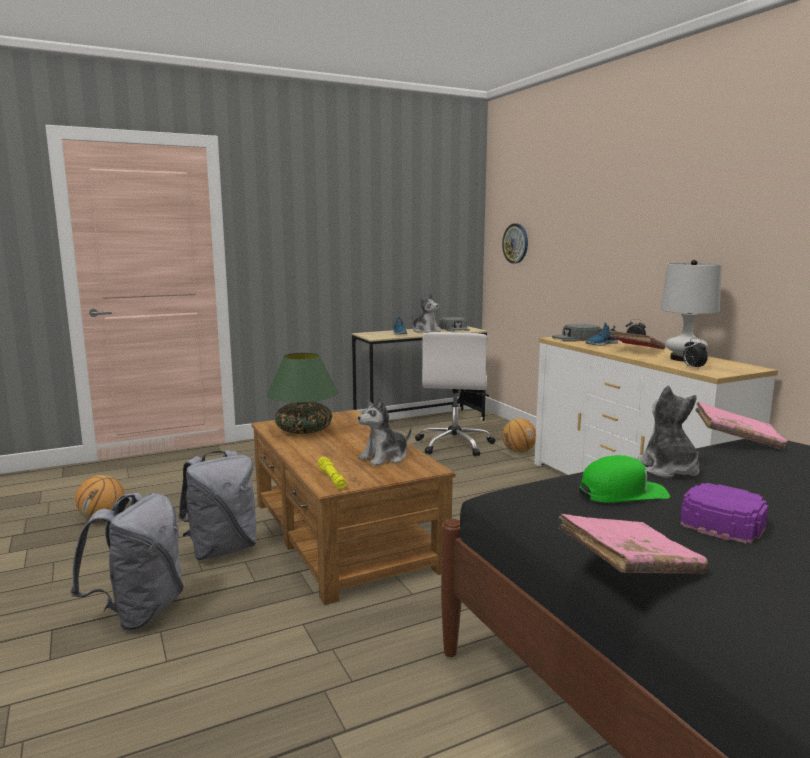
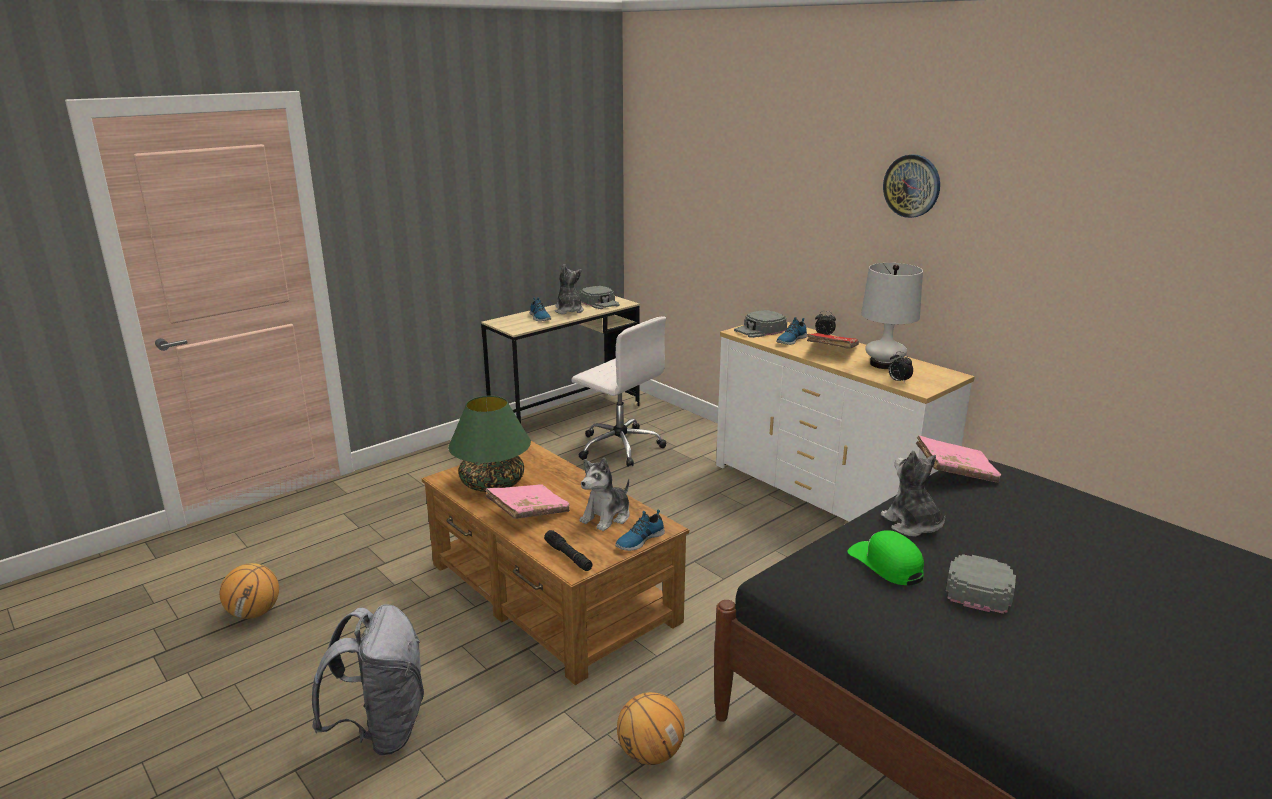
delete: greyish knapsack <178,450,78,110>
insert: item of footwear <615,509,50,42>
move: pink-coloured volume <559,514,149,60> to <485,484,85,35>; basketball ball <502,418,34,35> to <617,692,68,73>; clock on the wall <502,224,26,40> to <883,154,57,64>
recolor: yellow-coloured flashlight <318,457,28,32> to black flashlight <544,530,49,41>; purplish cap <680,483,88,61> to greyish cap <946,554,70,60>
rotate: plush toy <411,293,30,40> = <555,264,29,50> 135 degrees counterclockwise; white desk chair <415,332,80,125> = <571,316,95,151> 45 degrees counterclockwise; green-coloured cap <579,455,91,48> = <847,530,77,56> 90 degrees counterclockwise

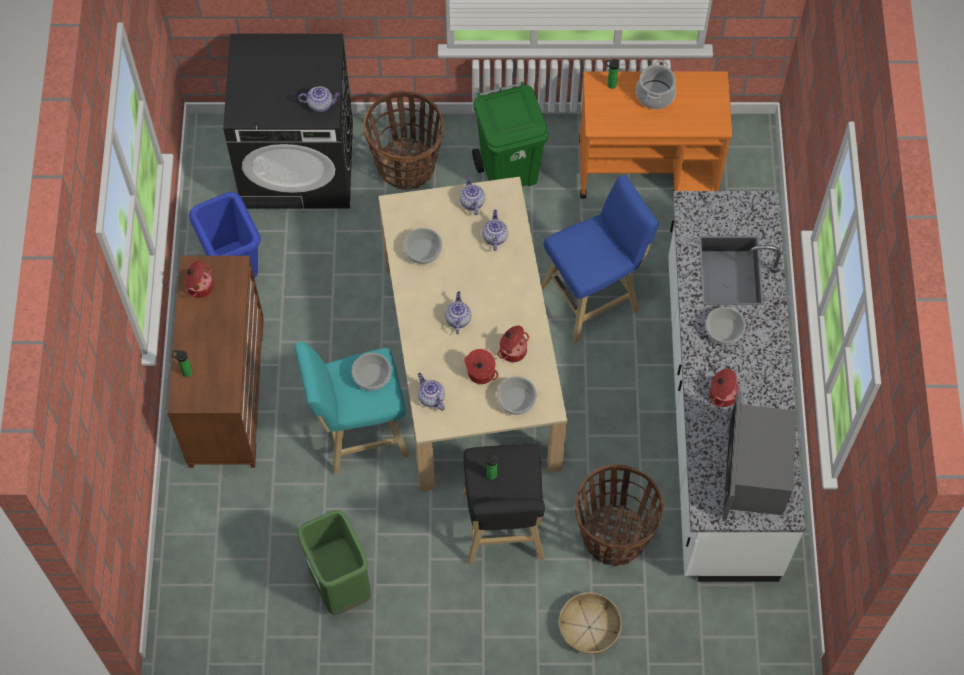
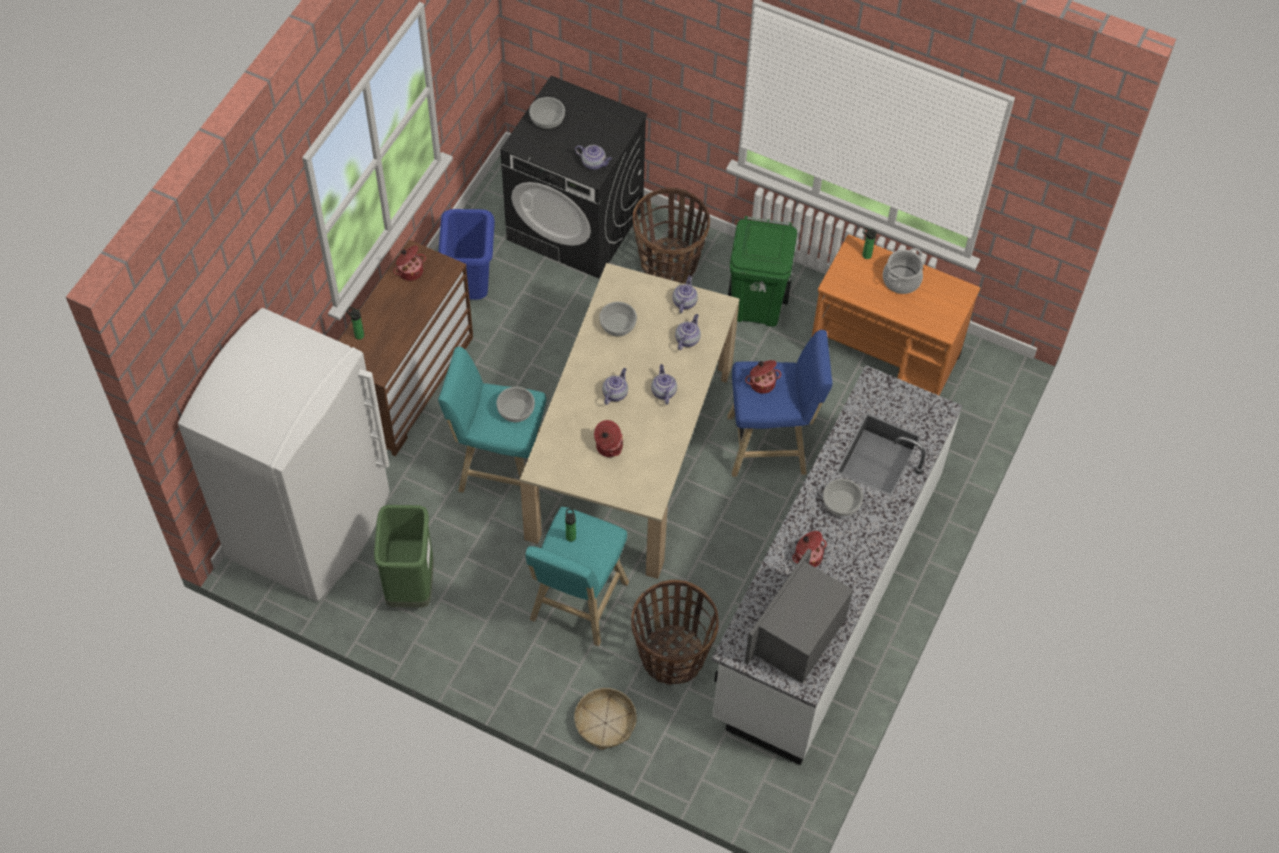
insert: white refrigerator <178,308,212,293>
move: deep dish <497,376,40,39> to <529,97,36,33>; pot for tea <418,373,27,38> to <651,364,26,41>; cooking pot <497,326,32,36> to <745,360,36,34>
recolor: black stool seat <463,444,82,120> to blue-green stool seat <525,507,104,140>

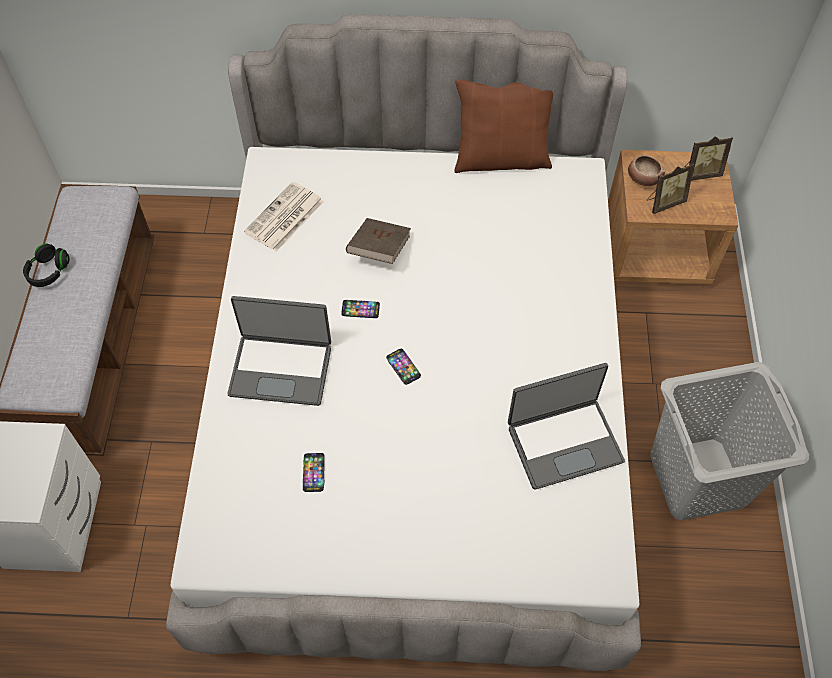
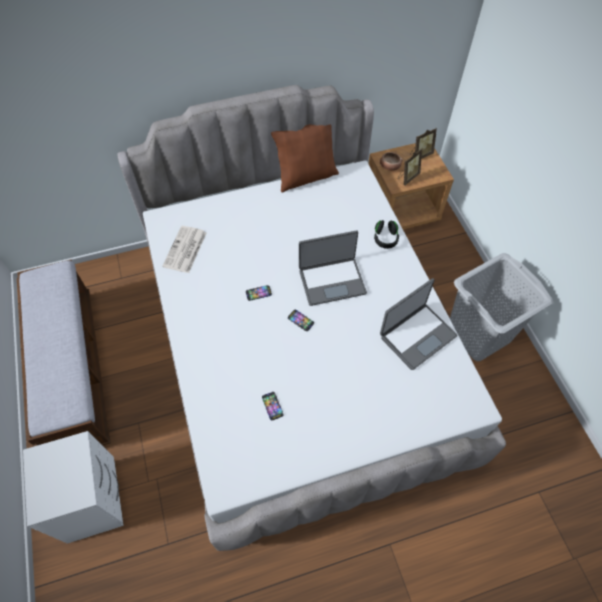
delete: brown-coloured volume <346,218,65,46>
move: portable computer <227,296,104,110> to <299,230,68,76>; black pair of headphones <23,244,46,43> to <374,220,25,29>

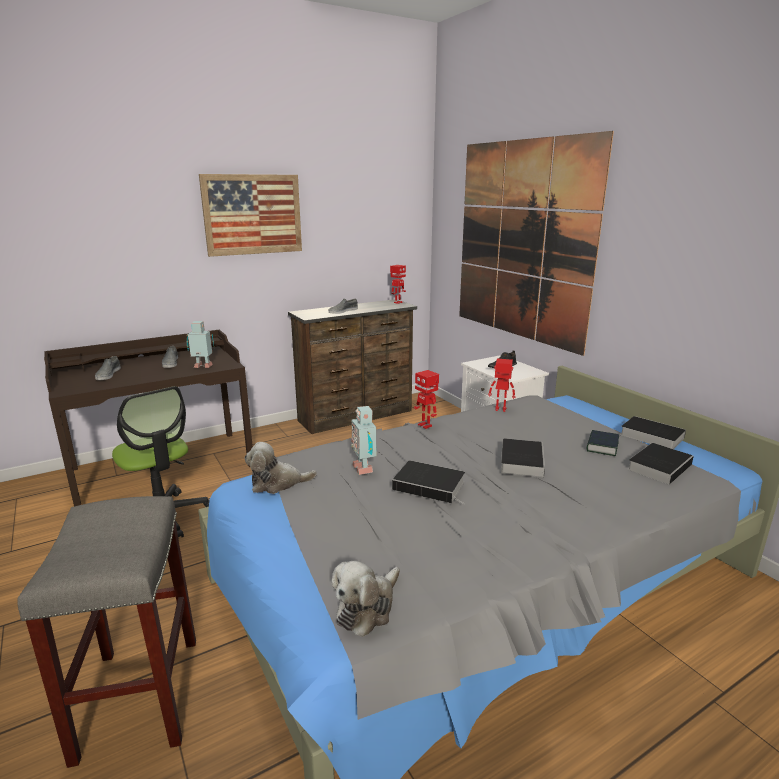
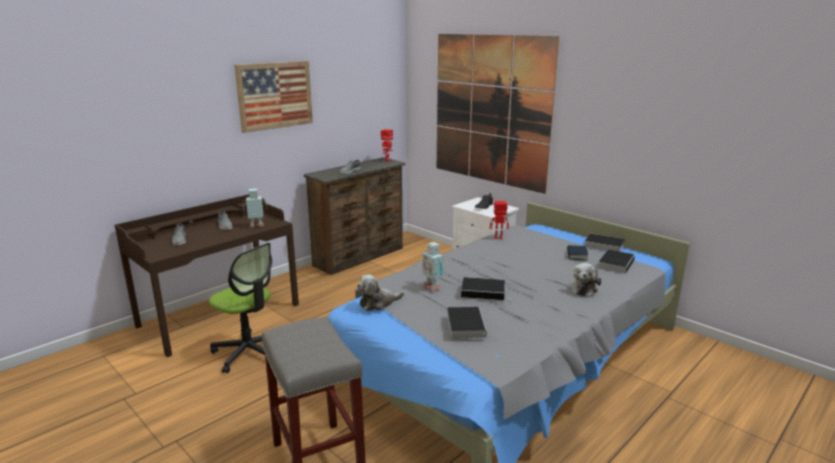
delete: toy robot <414,370,25,59>
move: volume <500,438,45,40> to <447,307,40,32>; plush toy <331,561,69,76> to <568,263,33,34>

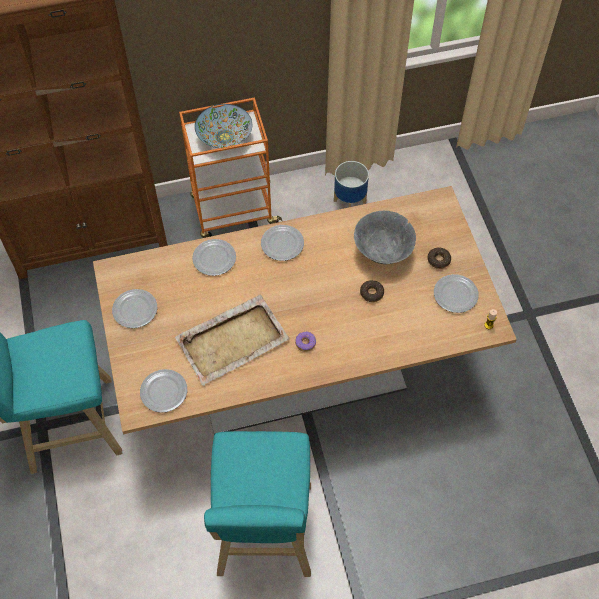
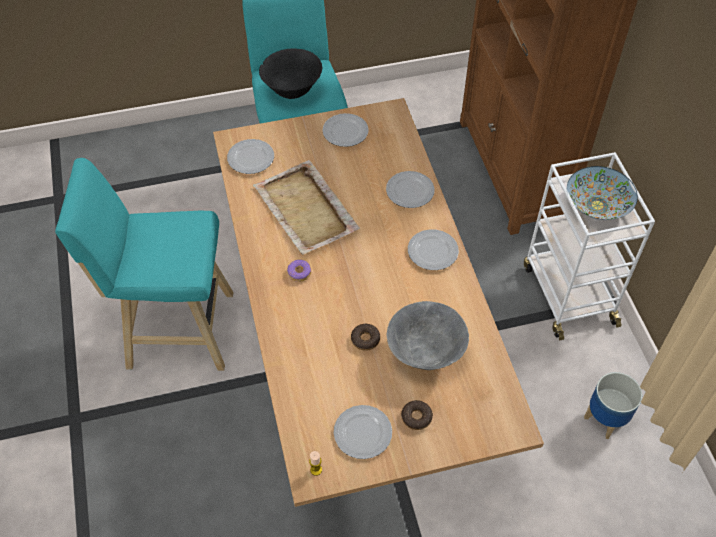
insert: black deep dish <259,48,63,51>
recolor: orangey trolley <179,97,103,141> to white trolley <524,152,131,188>

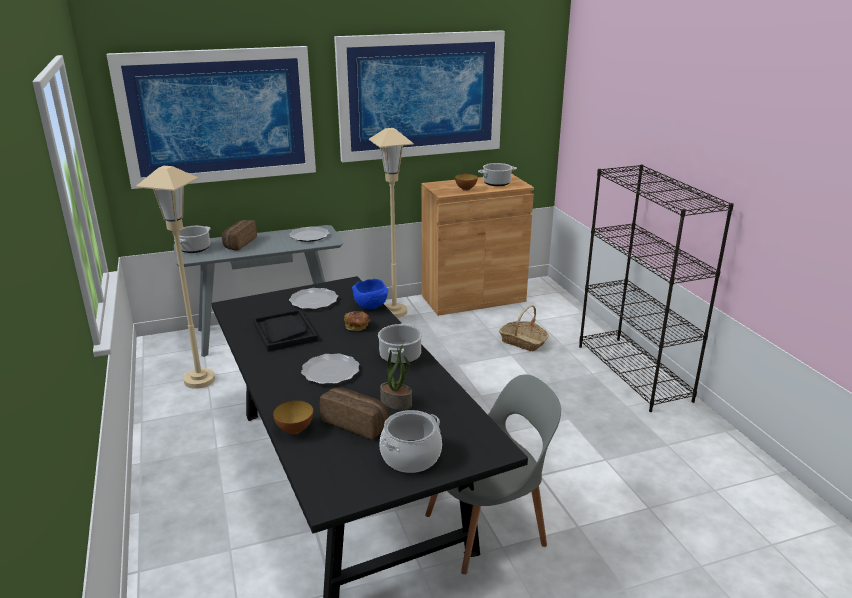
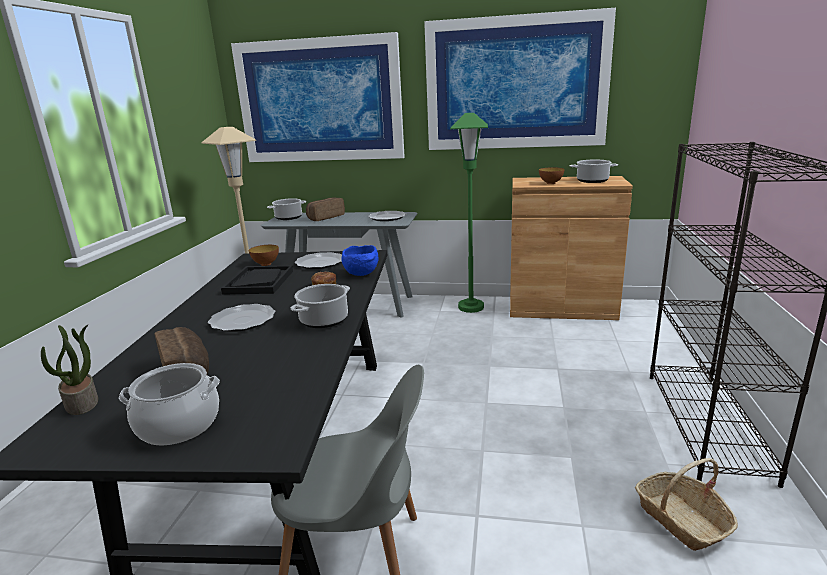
move: potted plant <380,345,32,65> to <41,325,57,90>; deep dish <273,400,40,34> to <249,245,30,21>; basket <499,305,50,47> to <635,458,103,93>
recolor: beige-coloured standard lamp <369,128,45,190> to green-coloured standard lamp <450,113,38,200>

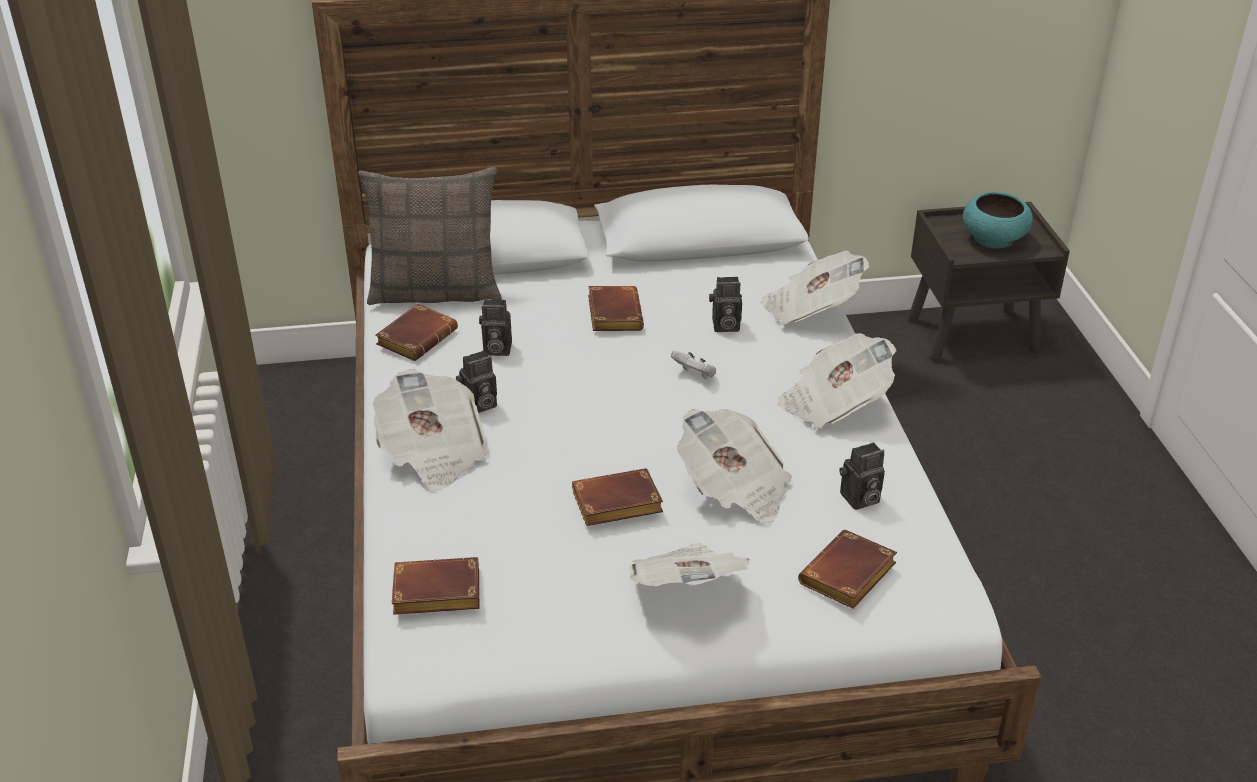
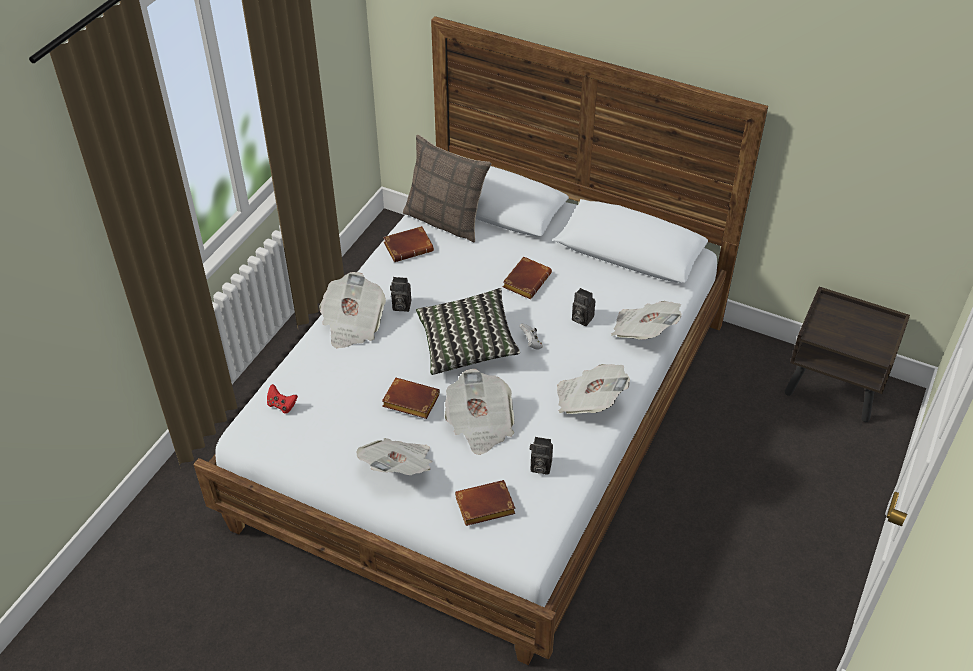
delete: photo camera <479,299,33,57>; blue-green deep dish <963,192,70,57>
insert: cushion <416,288,104,87>
replace: brown-coloured volume <392,557,87,58> to red-coloured game controller <267,384,31,29>

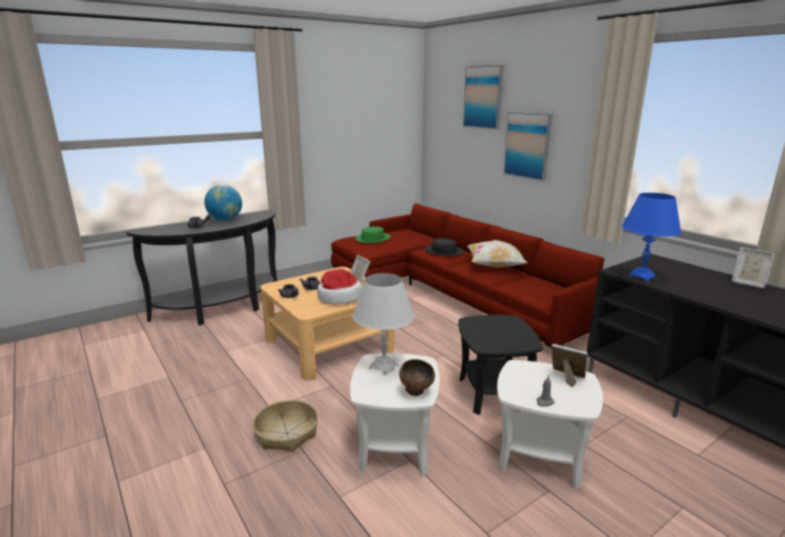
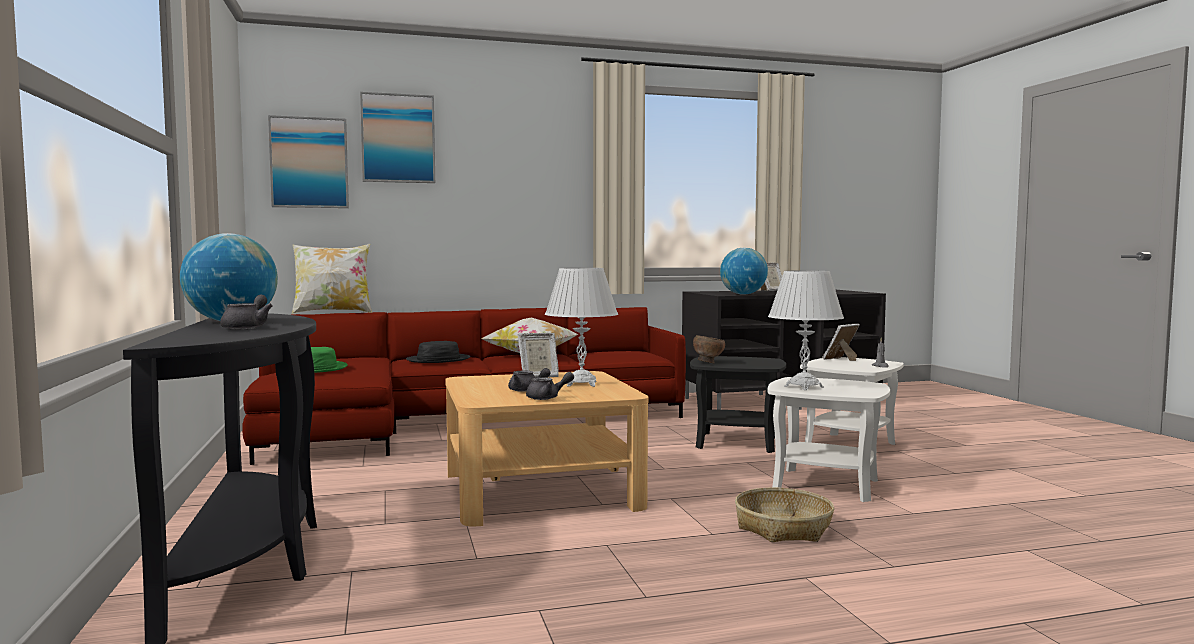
insert: cushion <292,244,80,70>
move: wall art <503,112,49,70> to <268,115,81,93>; brown-coloured deep dish <399,359,36,37> to <693,335,32,28>
replace: clothing hat <317,269,45,35> to white table lamp <545,268,73,119>; bluish table lamp <622,193,60,89> to desk globe <720,248,48,47>

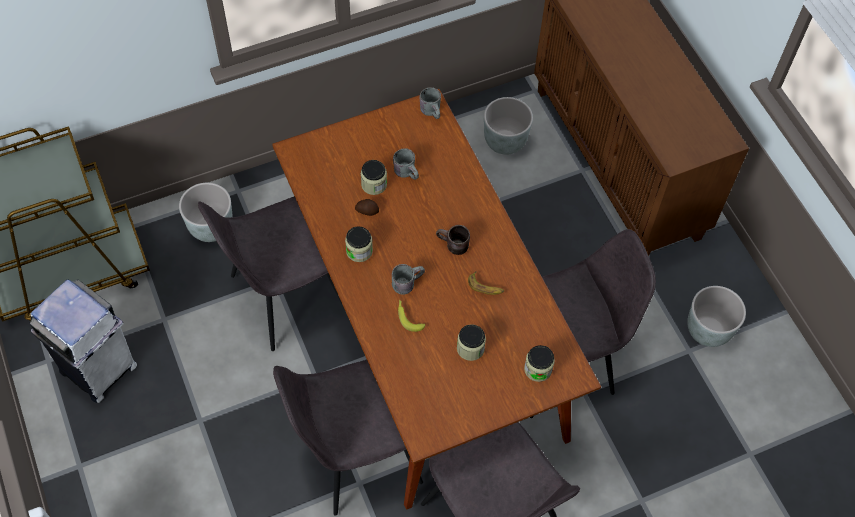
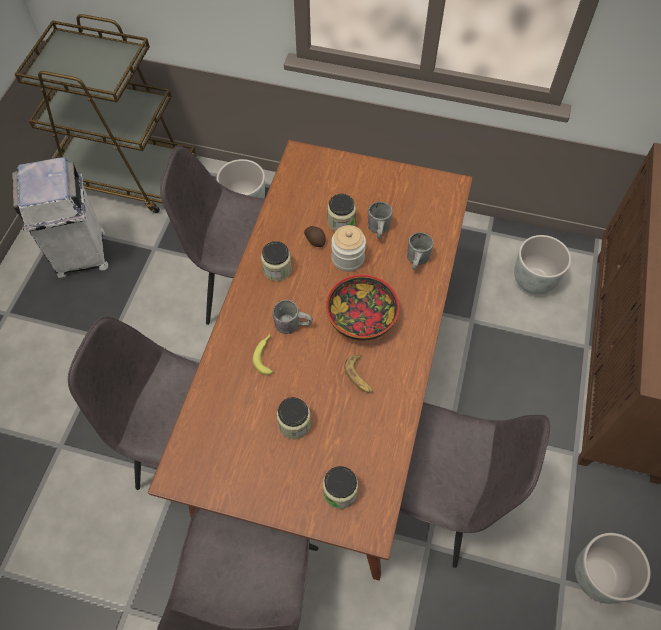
insert: storage jar <331,225,35,47>
move: greyish tea mug <420,87,21,32> to <407,232,27,38>
replace: brown-coloured tea mug <436,225,34,30> to deep dish <326,274,74,67>

